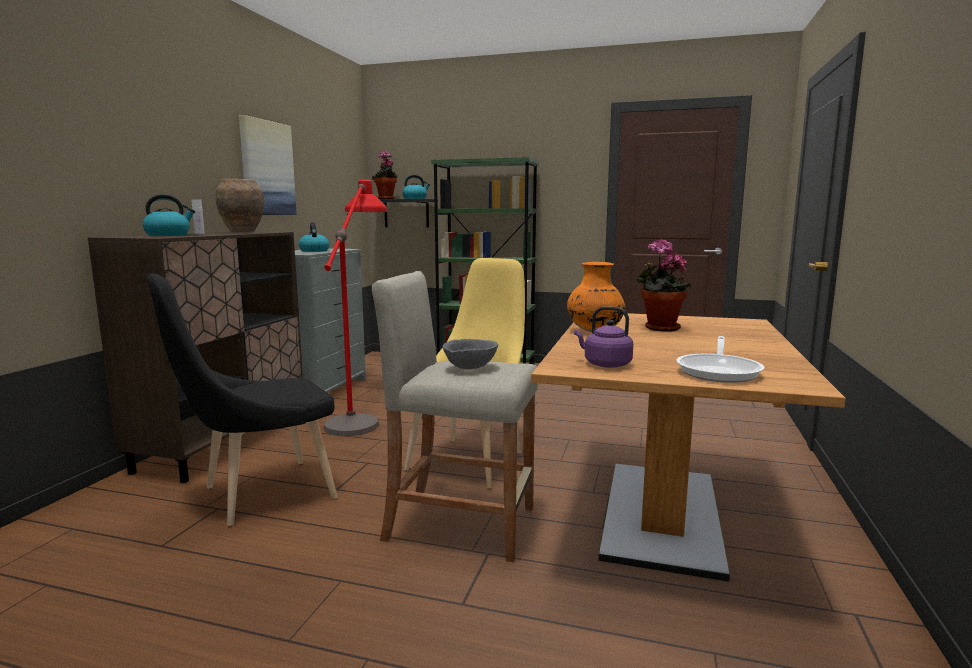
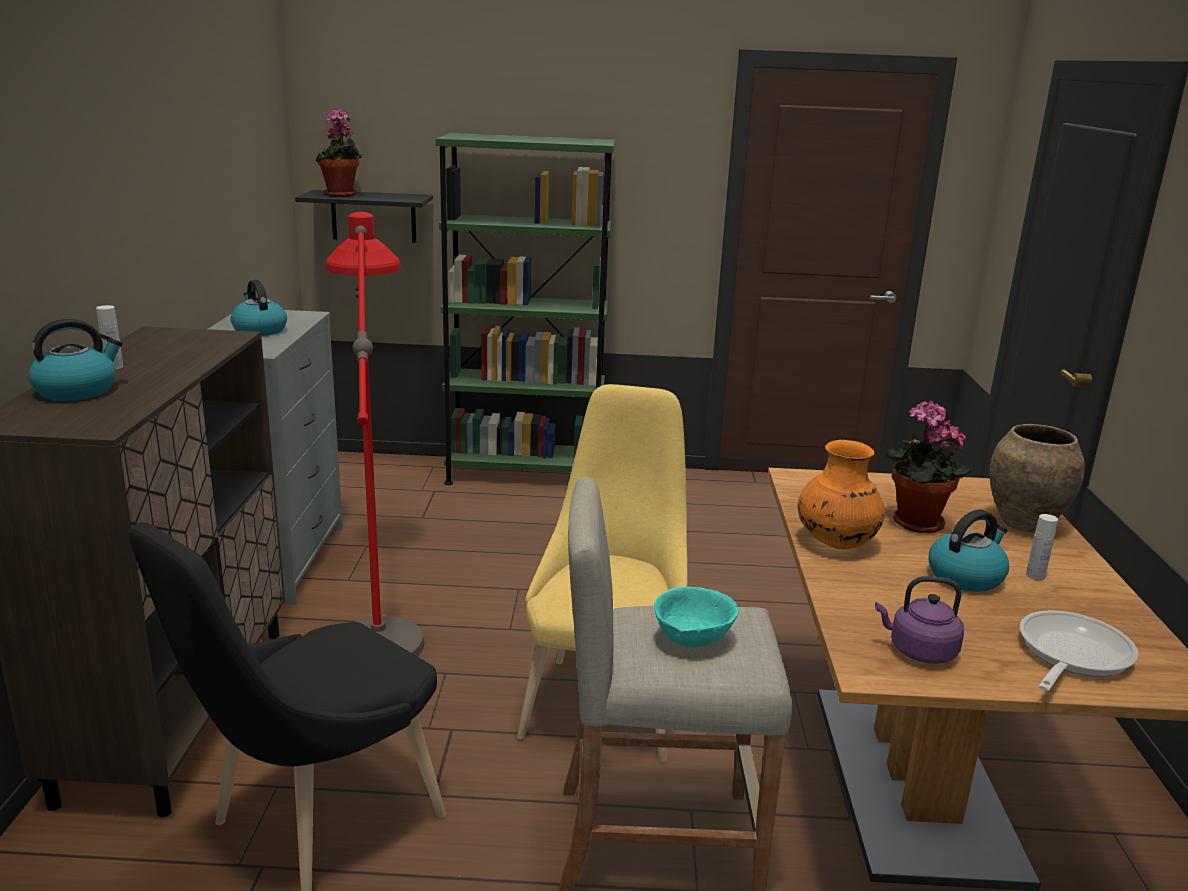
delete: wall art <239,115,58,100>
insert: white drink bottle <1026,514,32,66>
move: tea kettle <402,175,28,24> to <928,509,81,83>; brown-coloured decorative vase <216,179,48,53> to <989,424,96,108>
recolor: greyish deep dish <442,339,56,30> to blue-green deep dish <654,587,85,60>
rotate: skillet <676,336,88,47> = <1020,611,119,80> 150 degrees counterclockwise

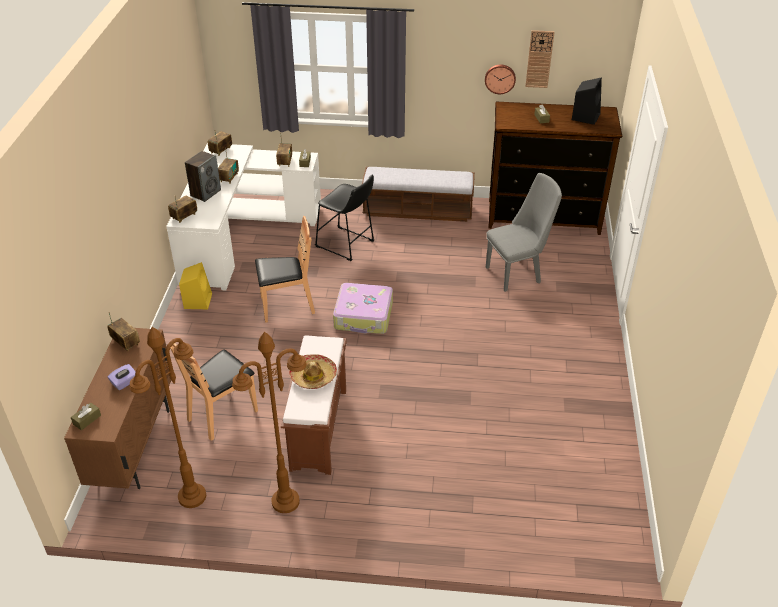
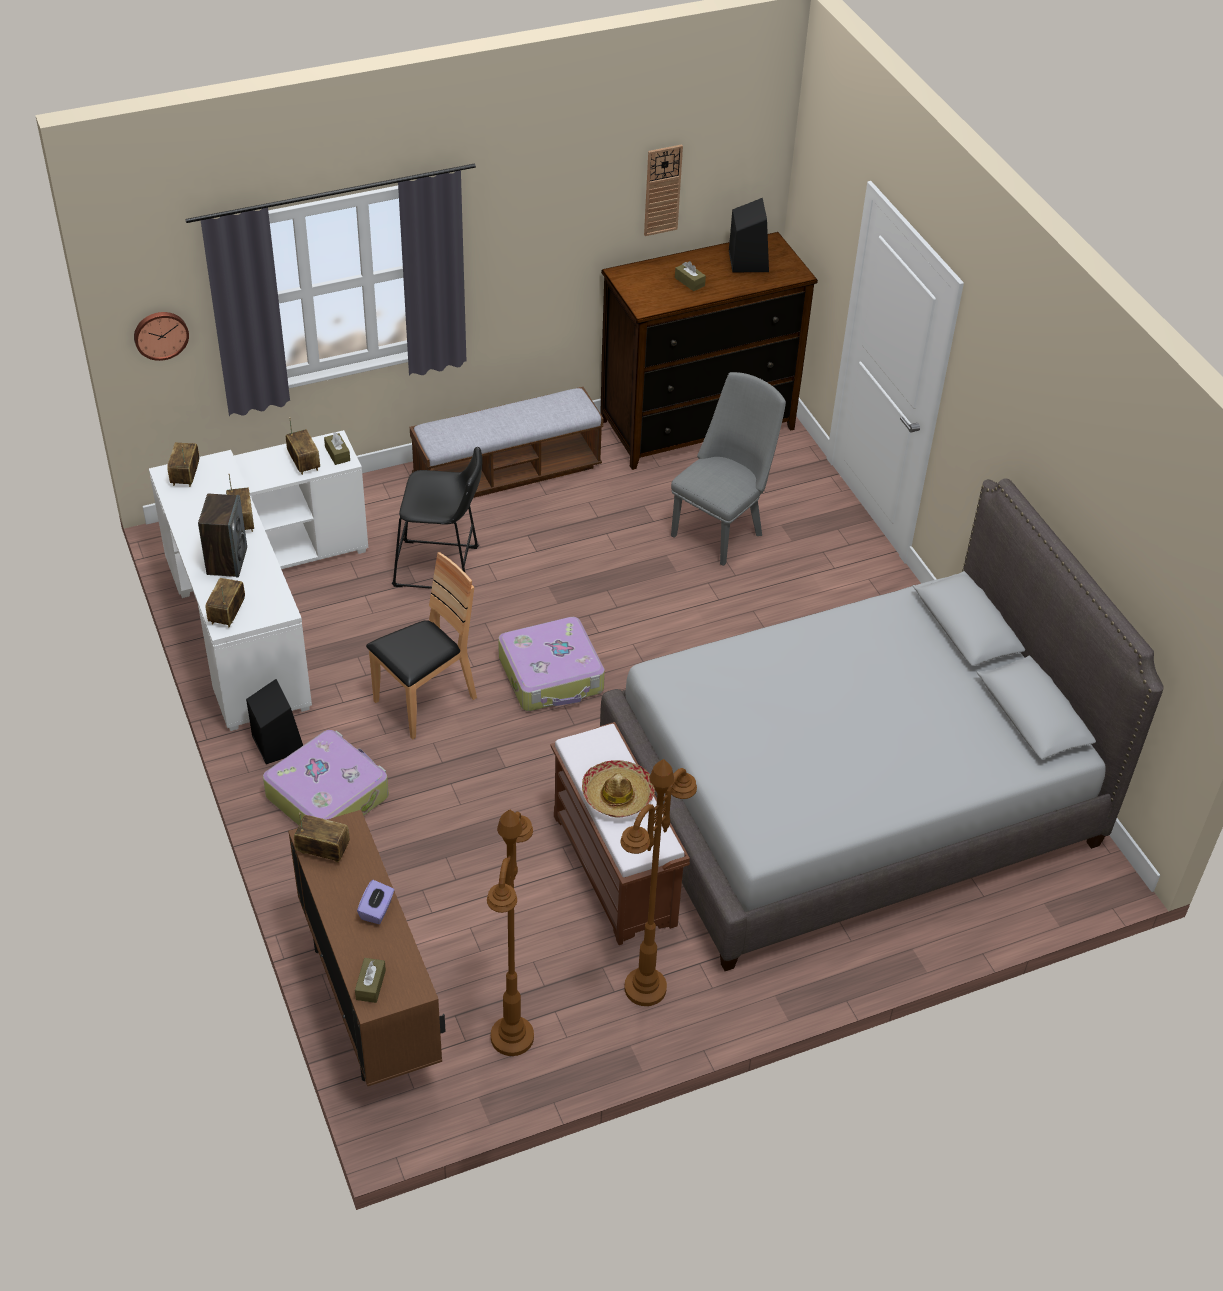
delete: brown-coloured upright chair <171,343,87,98>
insert: travel case <263,730,126,95>; greyish bedroom bed <600,478,564,493>
move: clock on the wall <485,65,31,29> to <134,312,55,49>
recolor: yellow-coloured loudspeaker <179,262,33,47> to black loudspeaker <246,679,57,85>

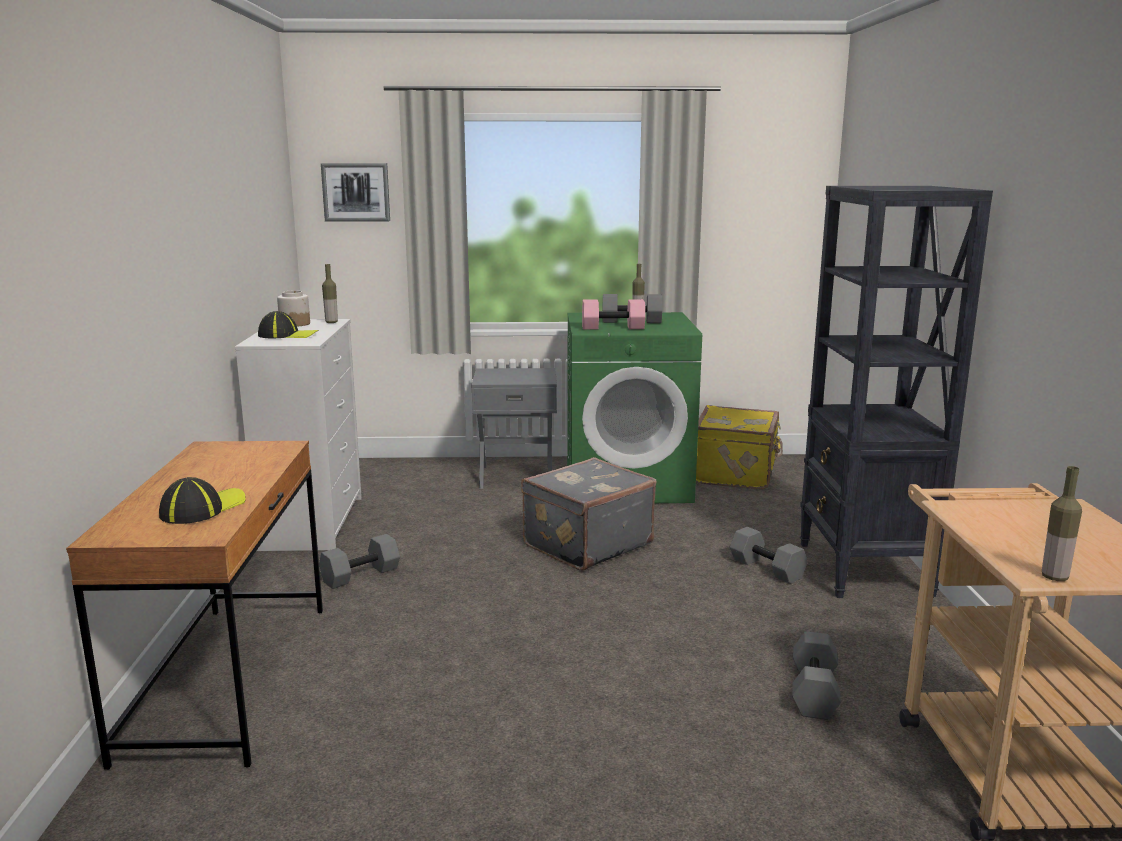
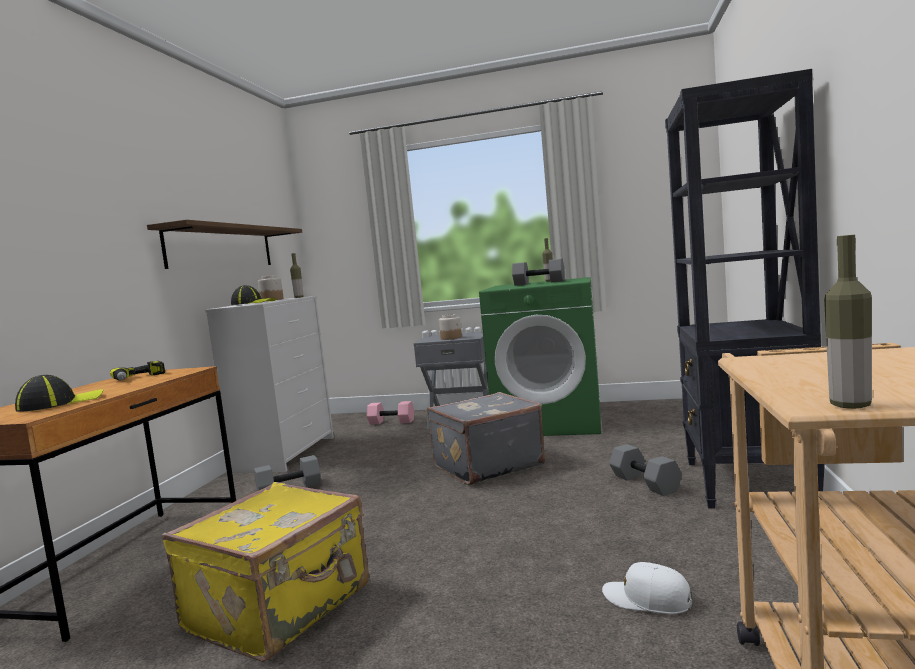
delete: wall art <321,163,69,59>
insert: electric drill <110,361,55,20>; bracket shelf <147,220,155,49>; storage jar <439,314,23,26>
move: yellow-coloured travel case <696,405,87,84> to <162,482,207,180>; pink-coloured dumbbell <582,299,63,31> to <367,401,47,24>
replace: greyish dumbbell <792,631,49,89> to white cap <602,562,90,52>

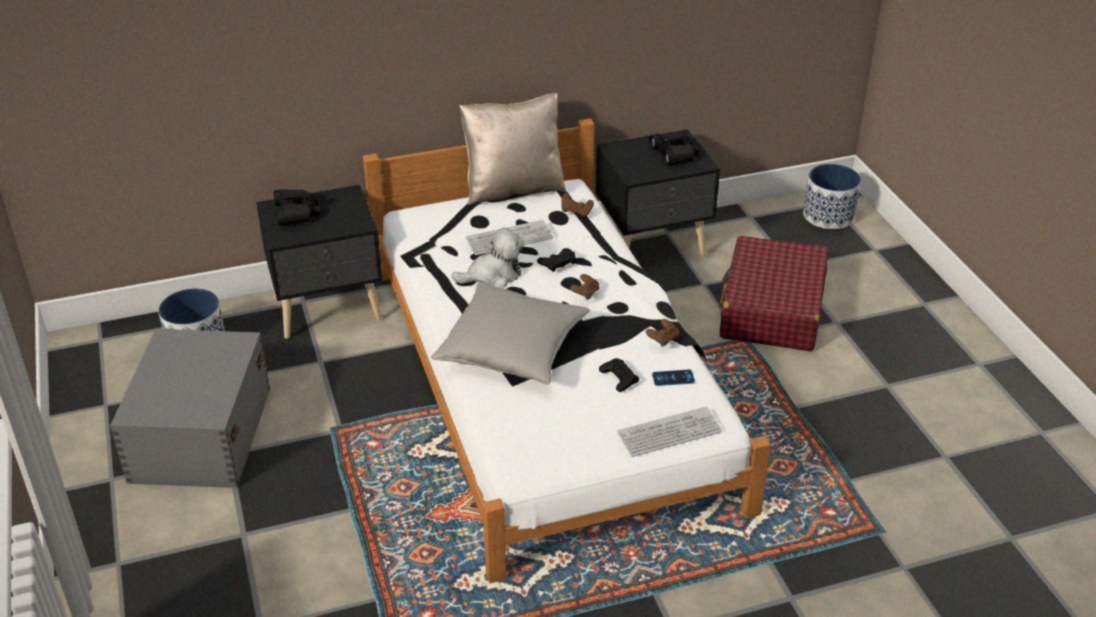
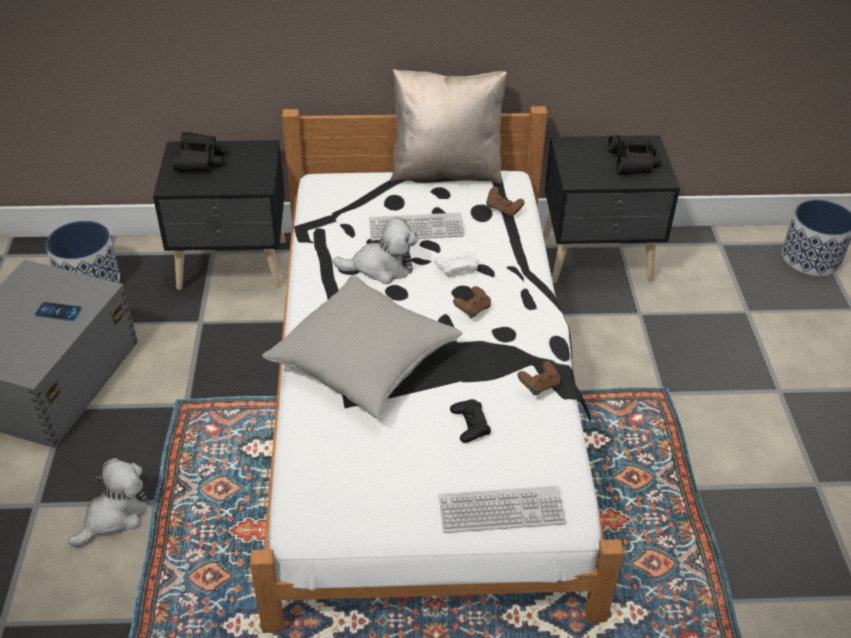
delete: red-coloured travel case <719,236,109,115>
insert: plush toy <69,458,79,89>
move: phone <652,370,43,16> to <35,302,47,19>
recolor: black game controller <537,248,40,24> to white game controller <434,251,44,25>

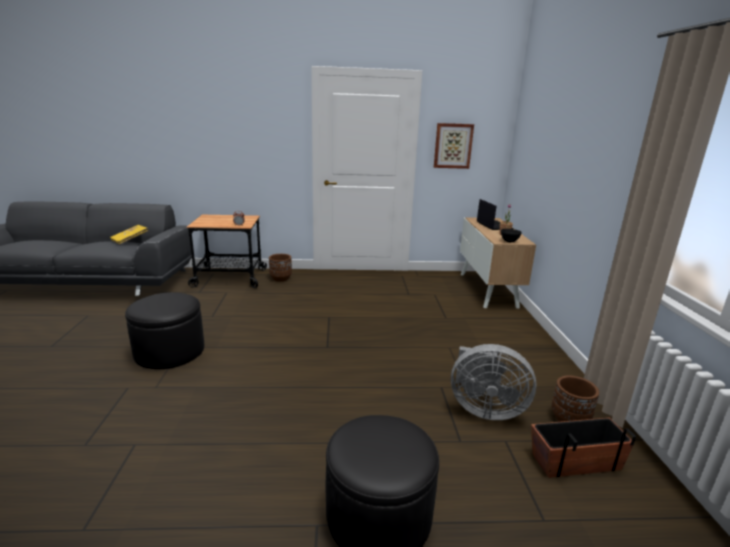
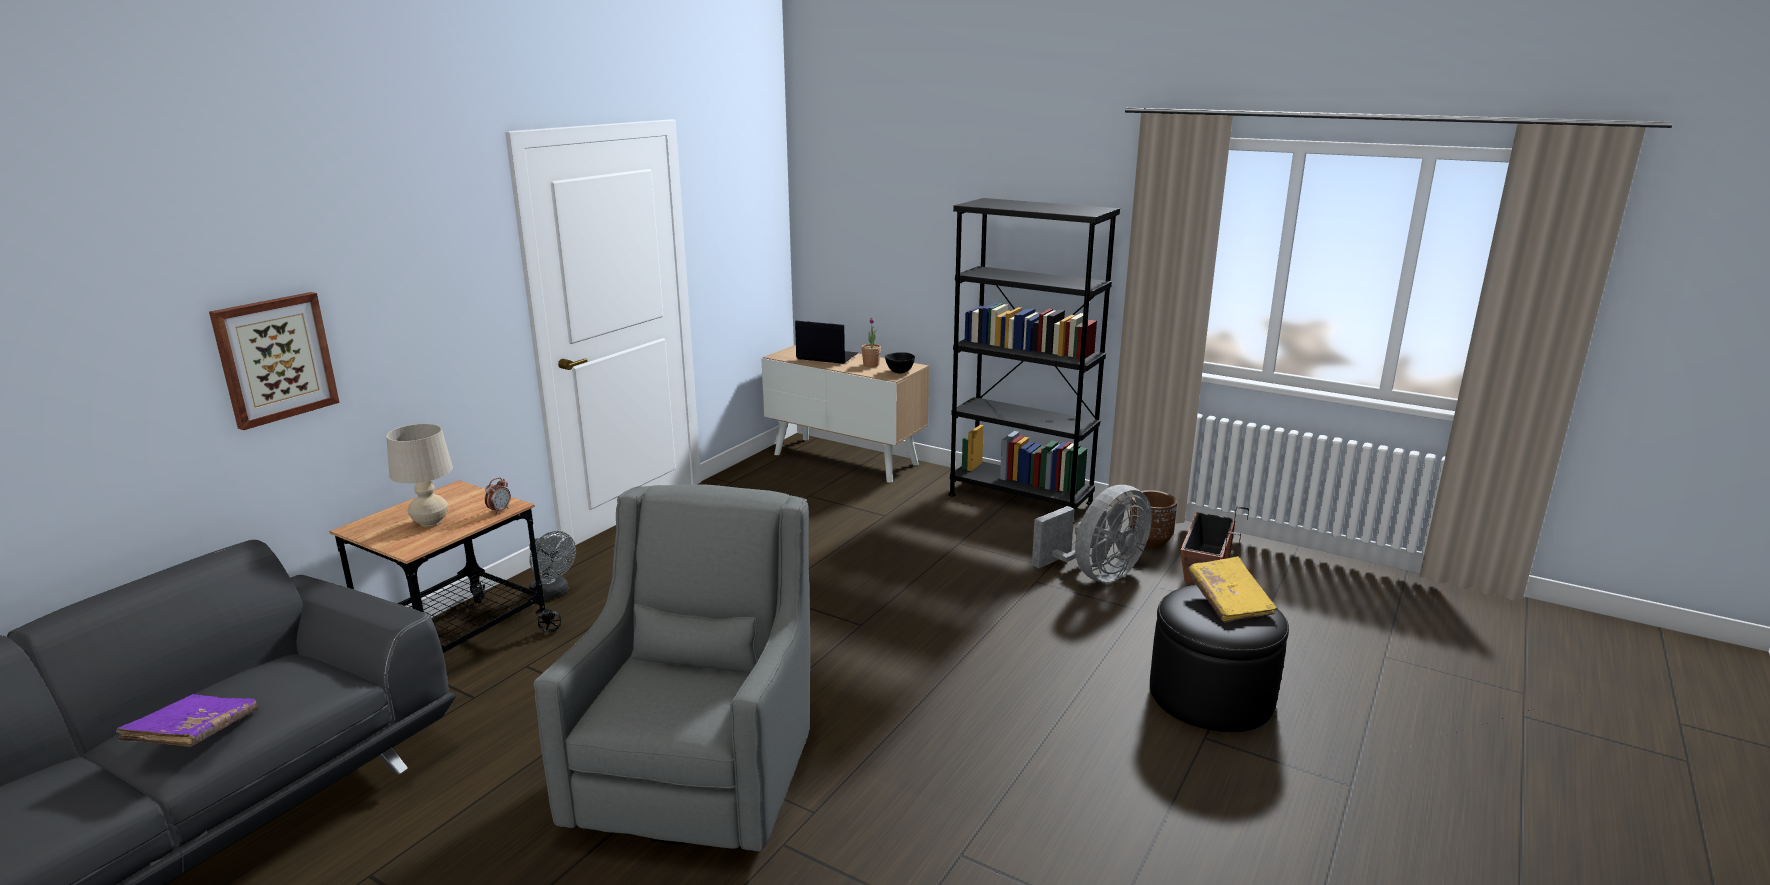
insert: purplish volume <116,694,143,53>; beige-coloured table lamp <386,424,67,103>; black bookshelf <948,198,172,327>
move: wall art <434,123,40,46> to <209,292,131,138>; yellow-coloured volume <110,225,39,20> to <1187,556,90,66>
replace: brown-coloured planter <269,254,23,28> to greyish cooling fan <529,531,47,69>; black footrest <125,292,79,77> to greyish lounge chair <534,484,276,367>

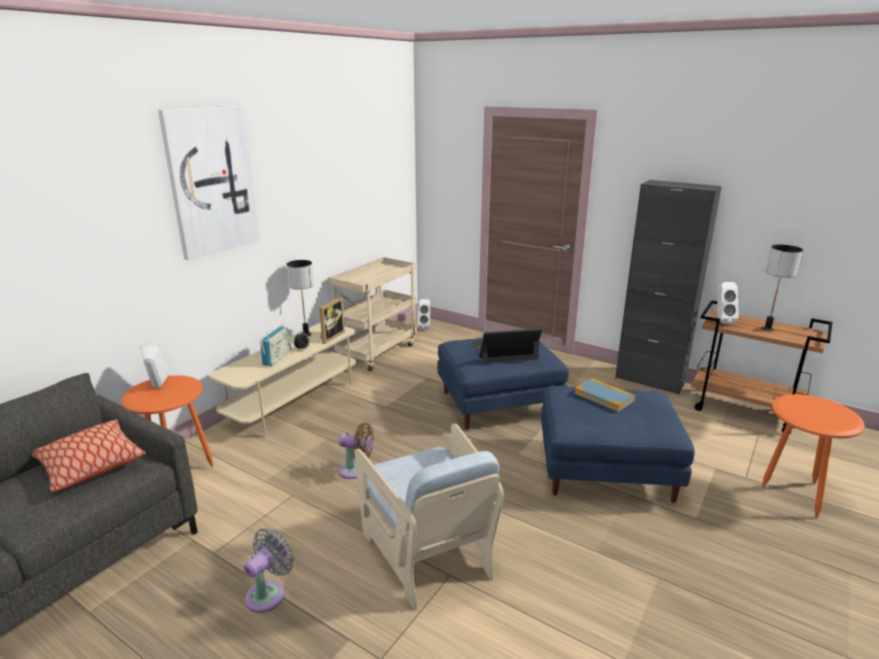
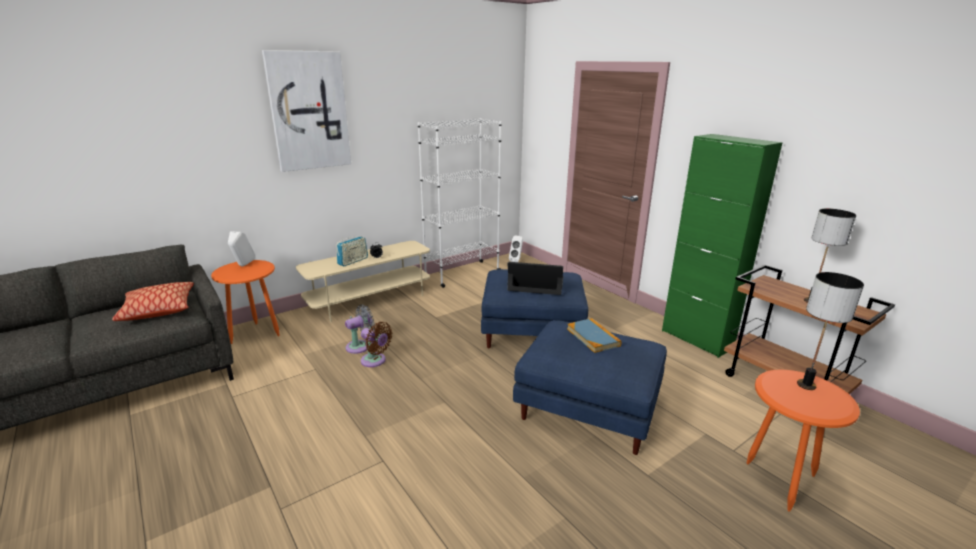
delete: picture frame <319,297,26,47>; beige-coloured lounge chair <355,423,149,186>; white loudspeaker <717,282,22,42>
move: greyish cooling fan <243,528,51,85> to <345,305,30,49>; table lamp <286,260,28,77> to <797,272,67,118>
replace: beige-coloured trolley <329,257,88,114> to white bookshelf <418,118,84,170>
recolor: black cabinet <615,180,107,215> to green-coloured cabinet <662,134,121,224>

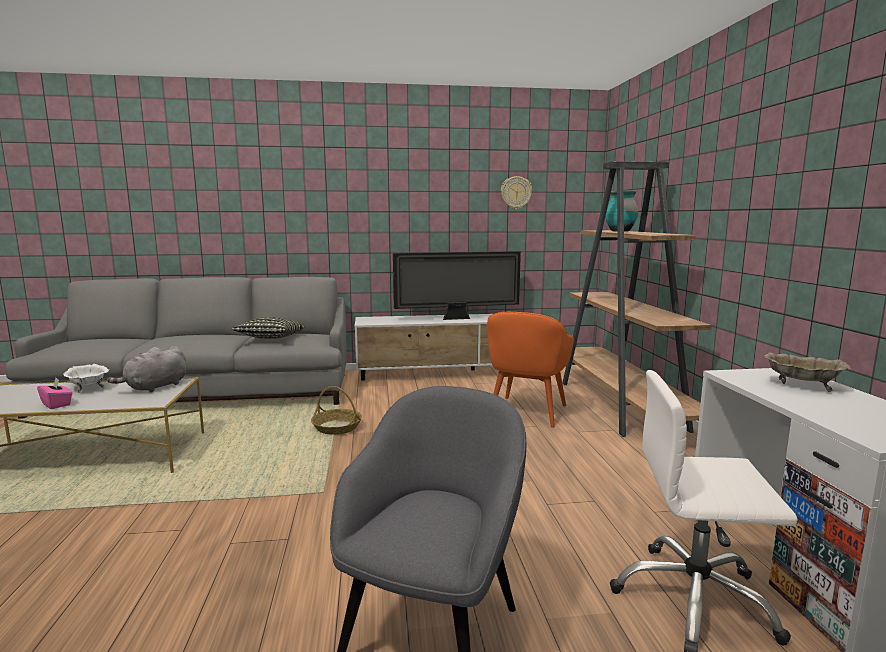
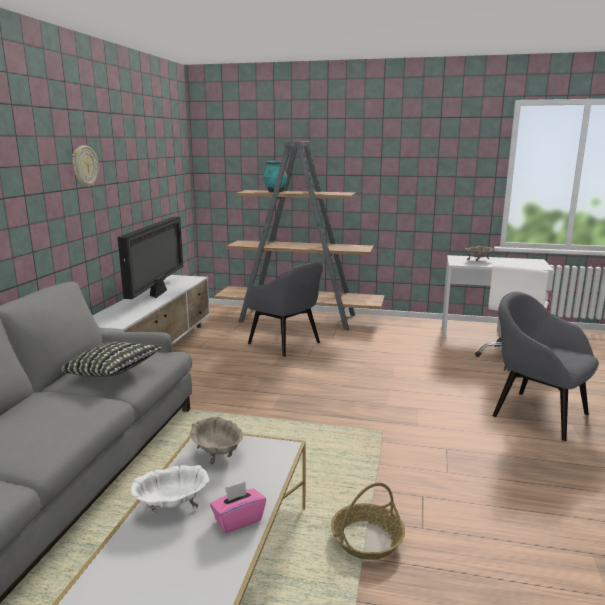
move: clock on the wall <501,176,31,34> to <73,146,25,41>; basket <311,386,51,49> to <331,482,74,78>
replace: greyish plush toy <107,346,80,46> to beige-coloured deep dish <190,417,53,47>
recolor: orangey lounge chair <487,312,87,116> to greyish lounge chair <247,262,76,95>

